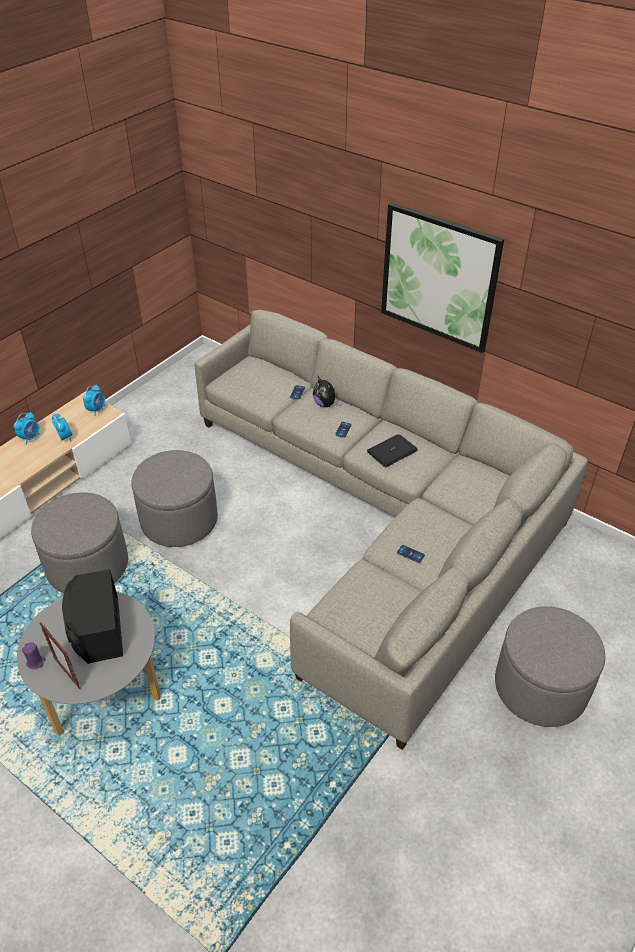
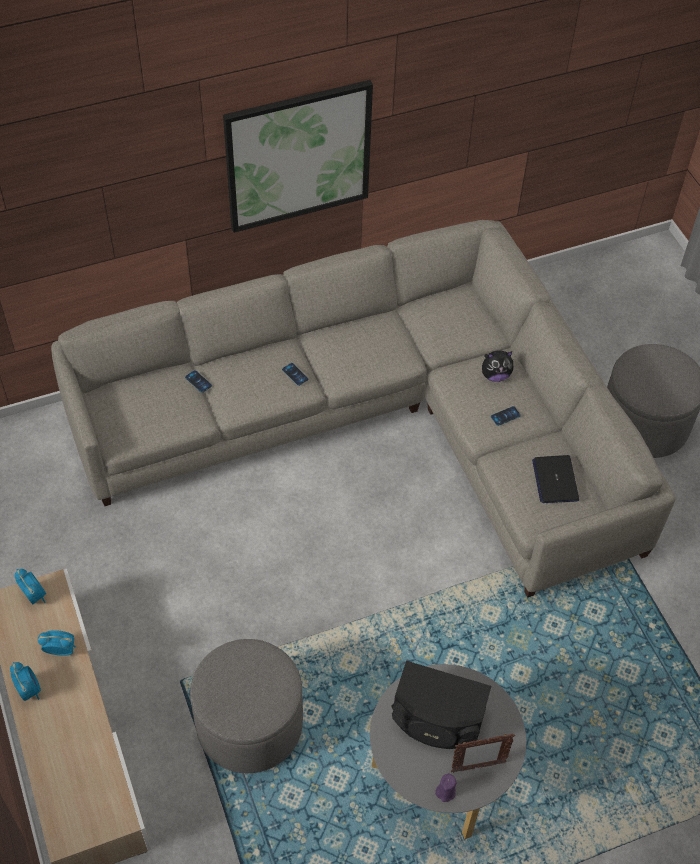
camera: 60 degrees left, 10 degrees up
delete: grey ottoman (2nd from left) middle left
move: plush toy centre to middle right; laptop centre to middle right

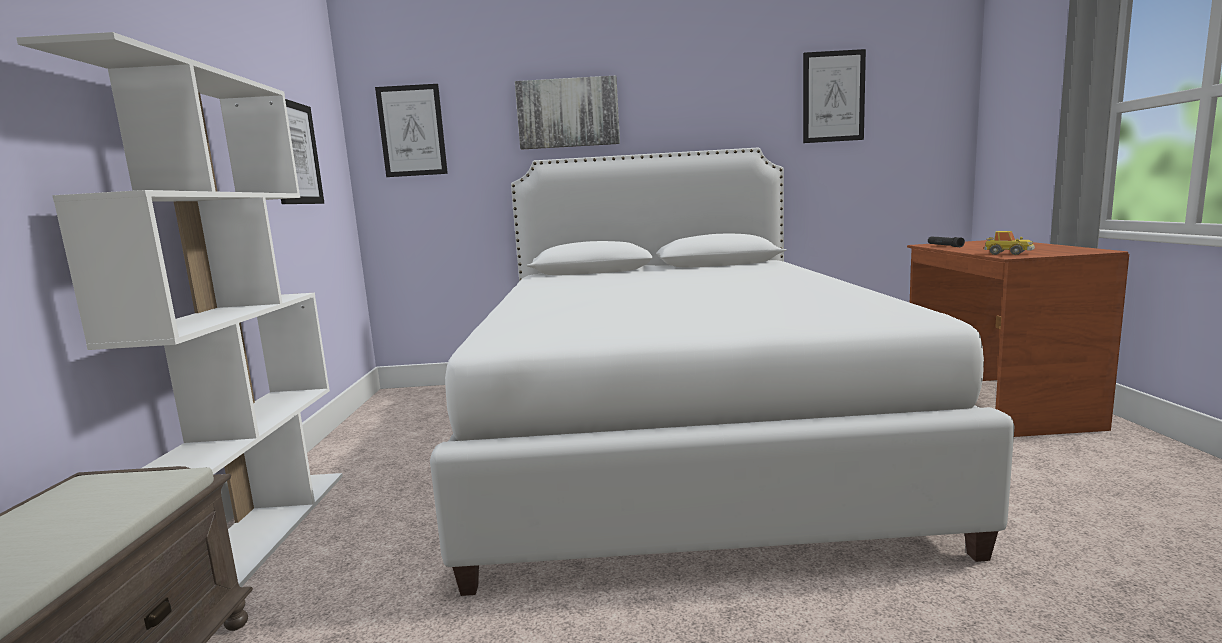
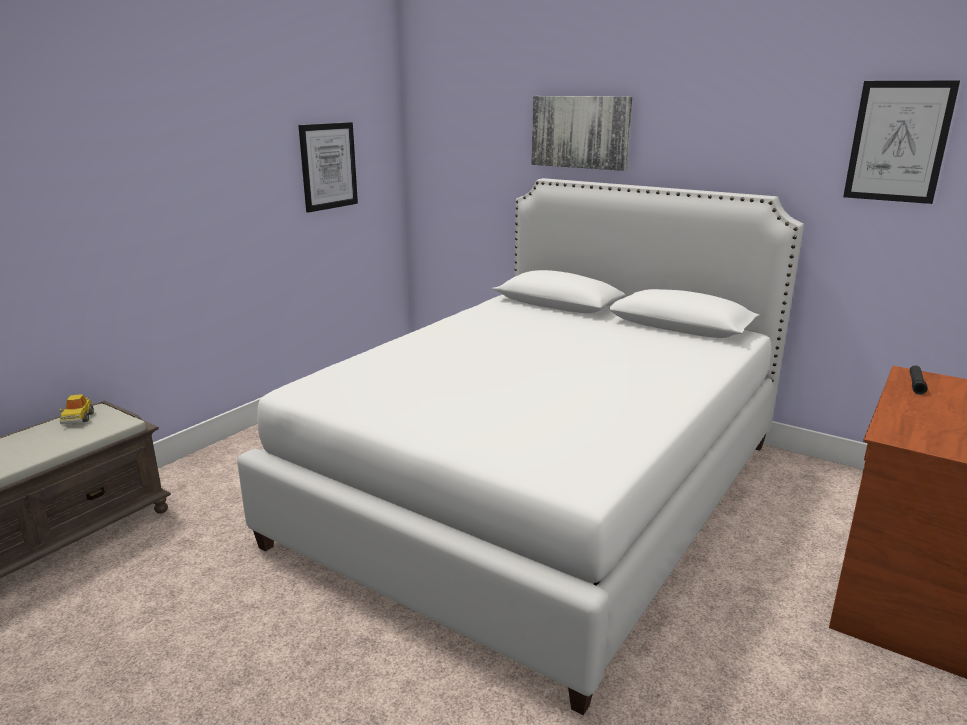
camera: 35 degrees right, 10 degrees up
delete: white bookcase middle left; picture (2nd from left) top centre
move: toy car middle right to middle left

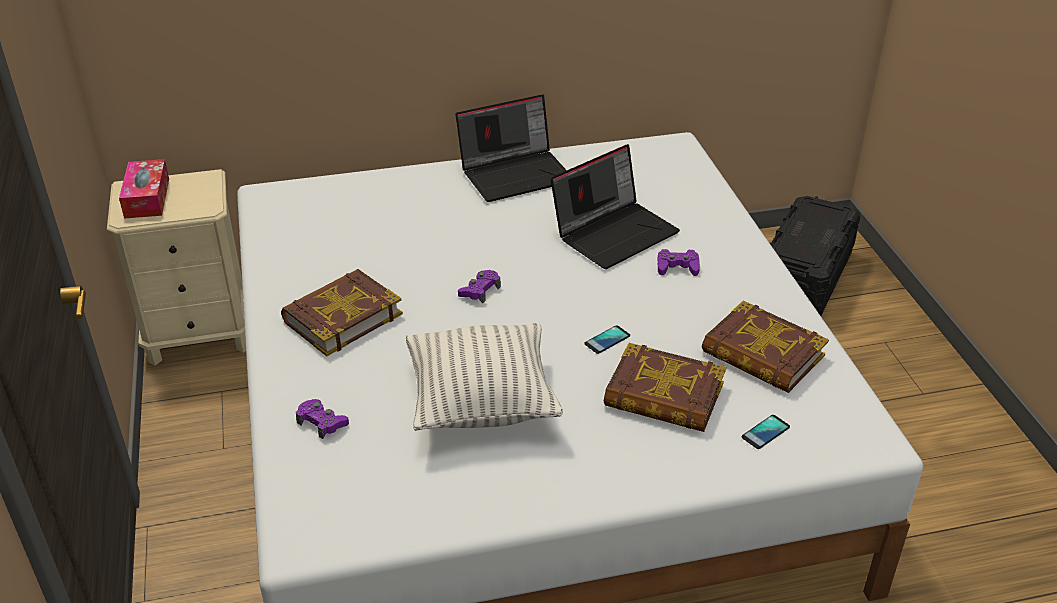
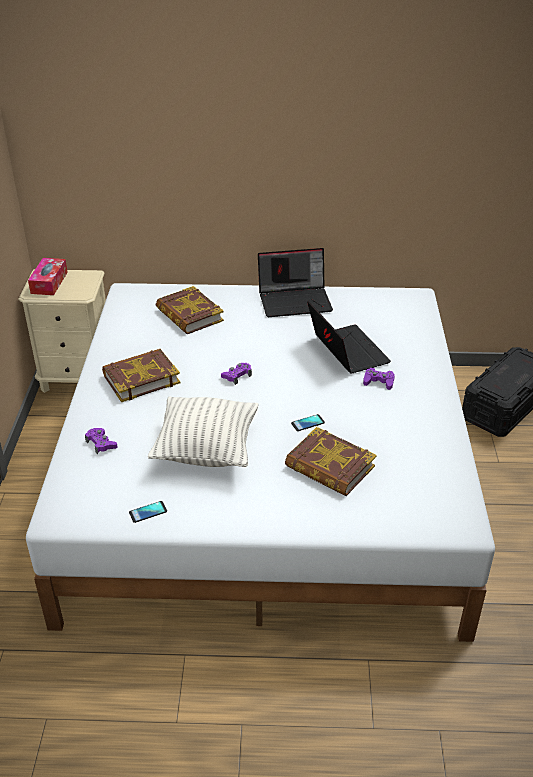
camera: 15 degrees right, 0 degrees up
move: phone (2nd from left in the first image) bottom right to phone (1st from left) middle left; book (3rd from left in the first image) middle right to book (2nd from left) centre
rotate: laptop (2nd from left) centre = centre 90 degrees counterclockwise

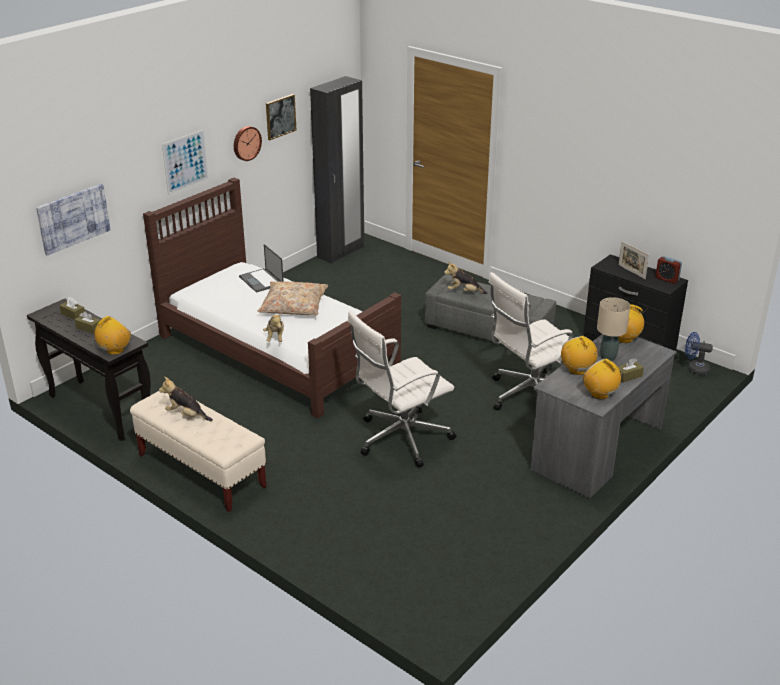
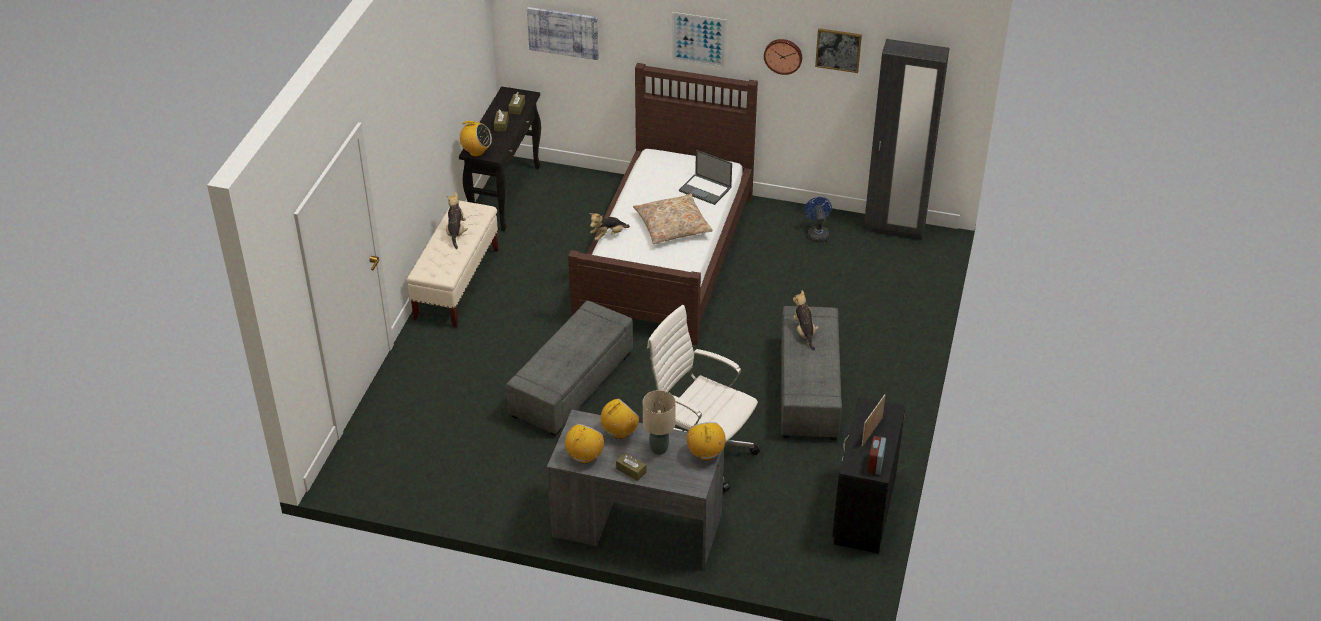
camera: 65 degrees right, 10 degrees up
move: blue fan middle right to centre
replace: white office chair (1st from left) centre to grey ottoman (1st from left) centre
rotate: laptop centre = top centre 90 degrees counterclockwise

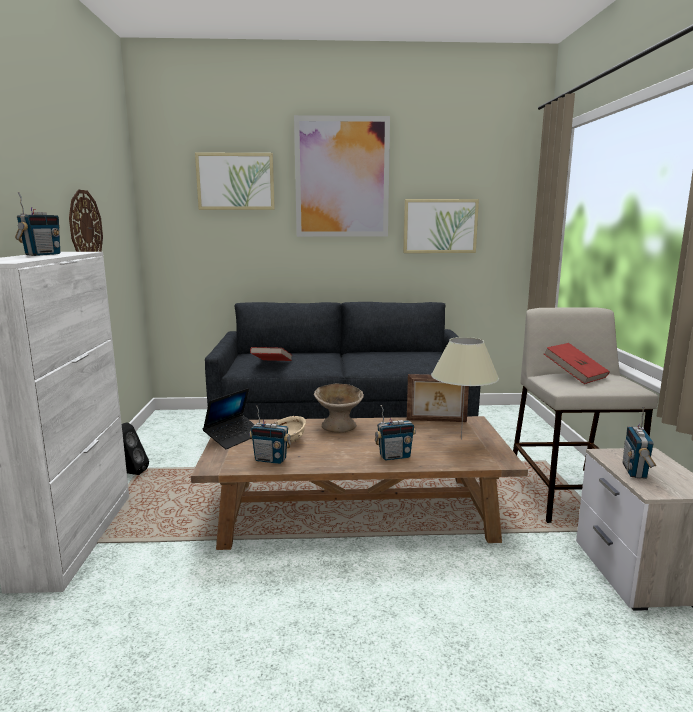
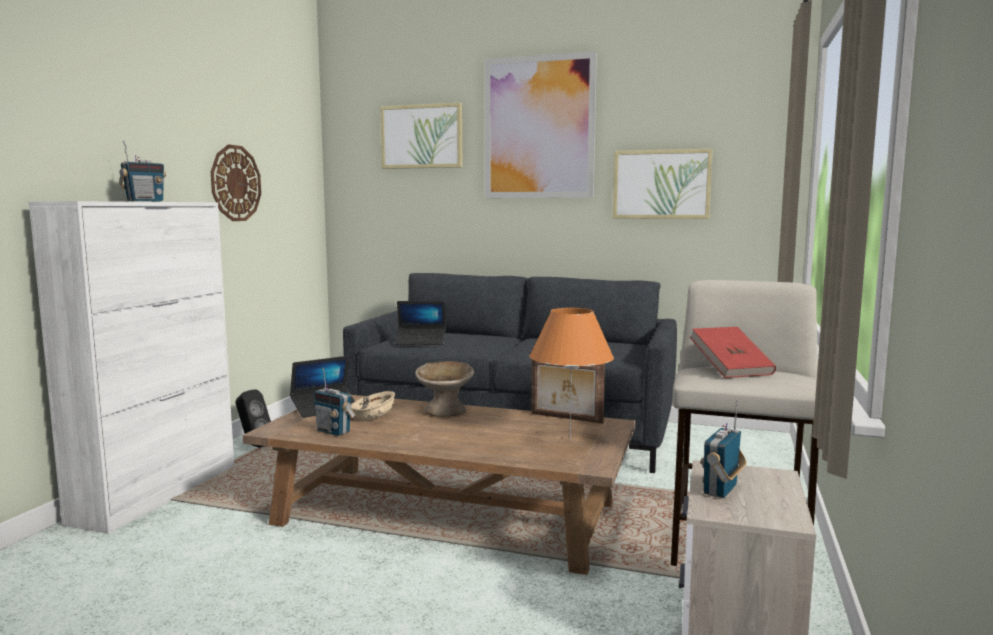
camera: 20 degrees right, 5 degrees down
delete: radio (3rd from left) centre
replace: red book (1st from left) centre to laptop (2nd from left) centre
recolor: beige table lamp middle right to orange table lamp centre

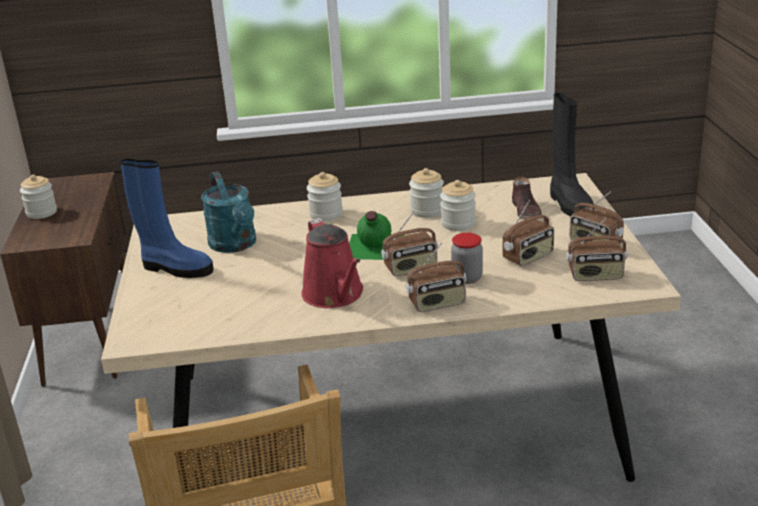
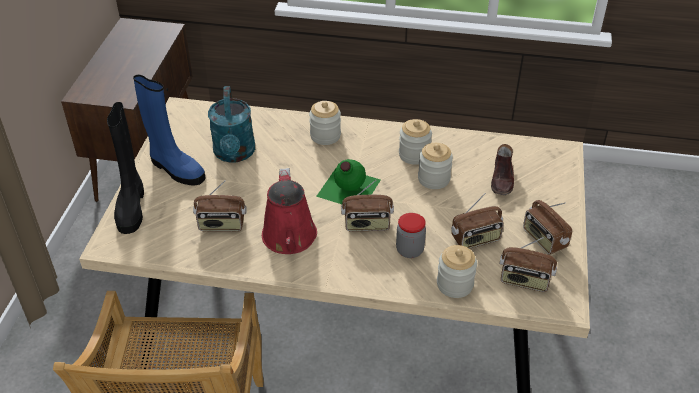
camera: 15 degrees right, 15 degrees up
move: black boot top right to middle left; radio (2nd from left in the first image) centre to radio (1st from left) middle left; jar (1st from left in the first image) middle left to jar (5th from left) bottom centre

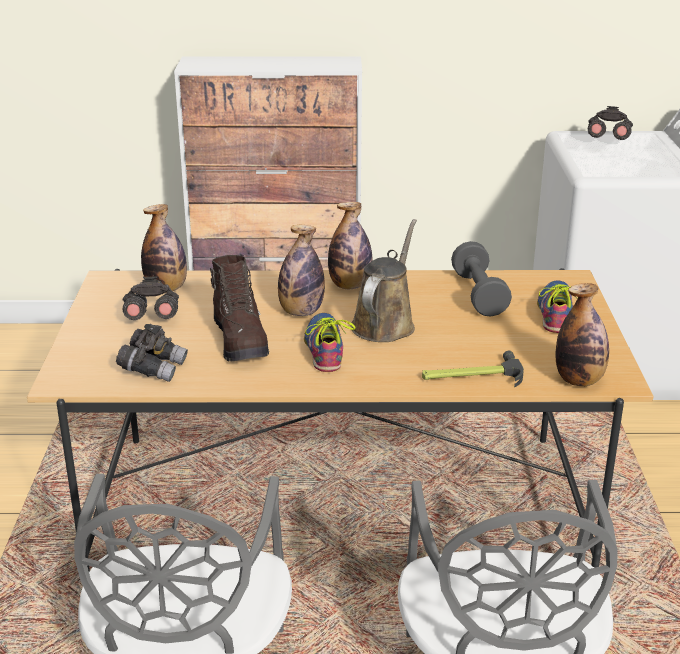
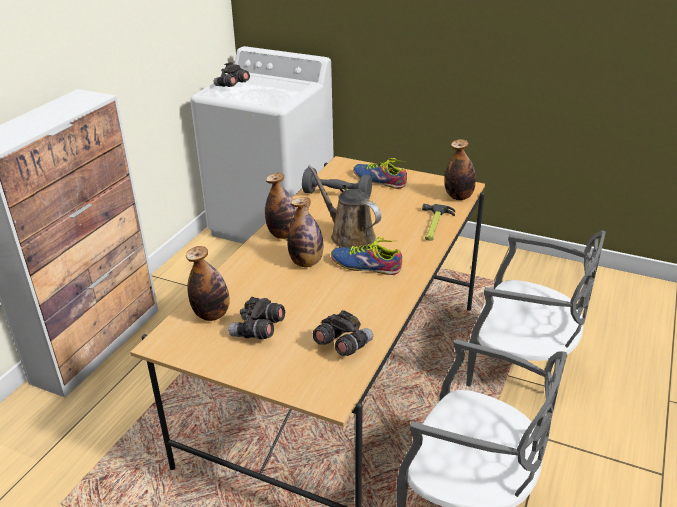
camera: 65 degrees left, 5 degrees up
delete: brown boot centre

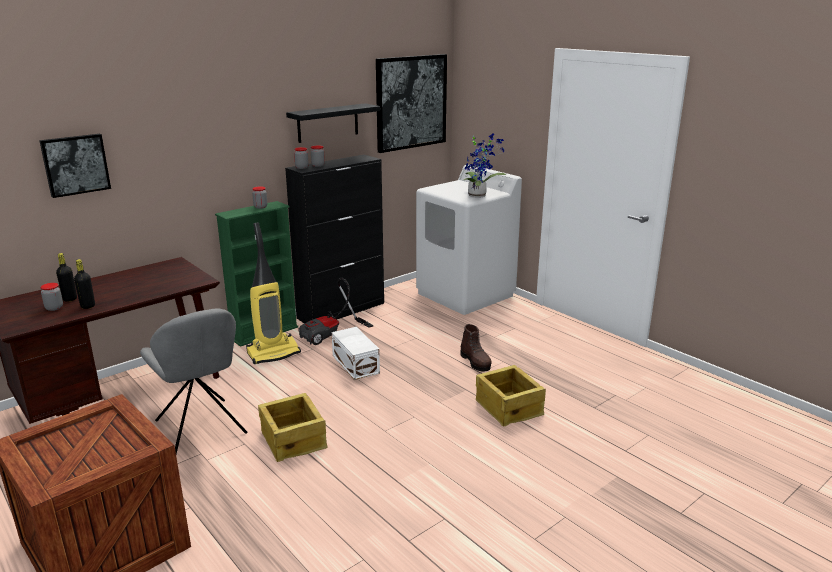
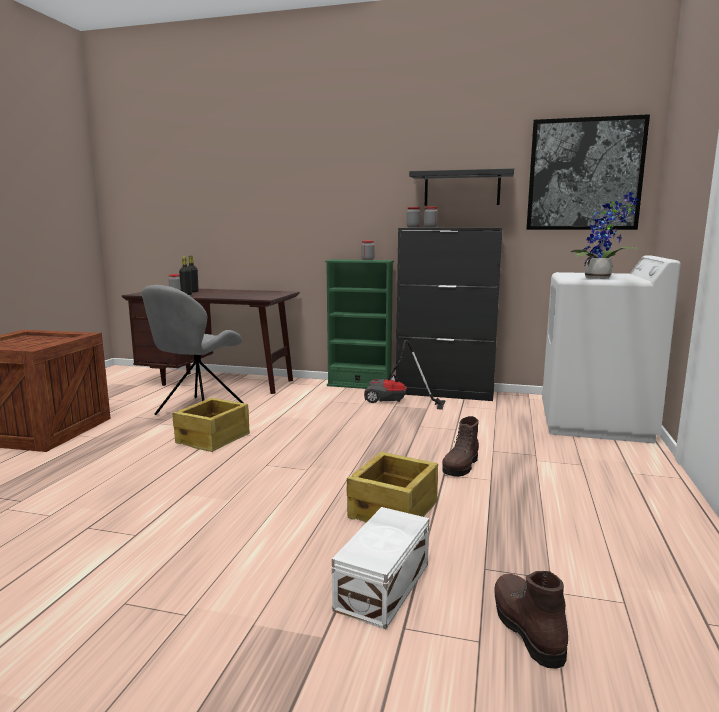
camera: 55 degrees right, 10 degrees down
delete: picture (1st from left) top left; vacuum cleaner (1st from left) middle left
insert: brown boot (2nd from left) bottom right
move: white storage box centre to bottom centre

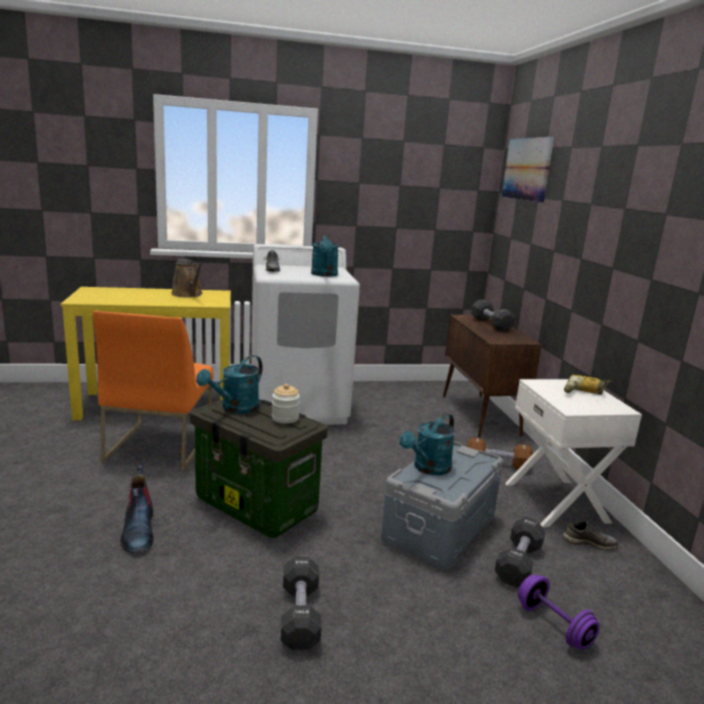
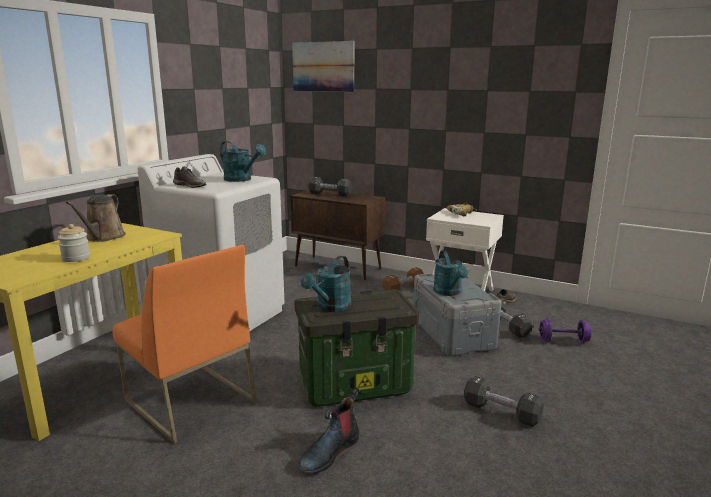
camera: 50 degrees left, 0 degrees up
move: jar centre to middle left
rotate: brown watering can middle left = middle left 90 degrees clockwise; boot bottom left = bottom centre 105 degrees clockwise; turquoise watering can (1st from left in the first image) middle left = centre 45 degrees clockwise

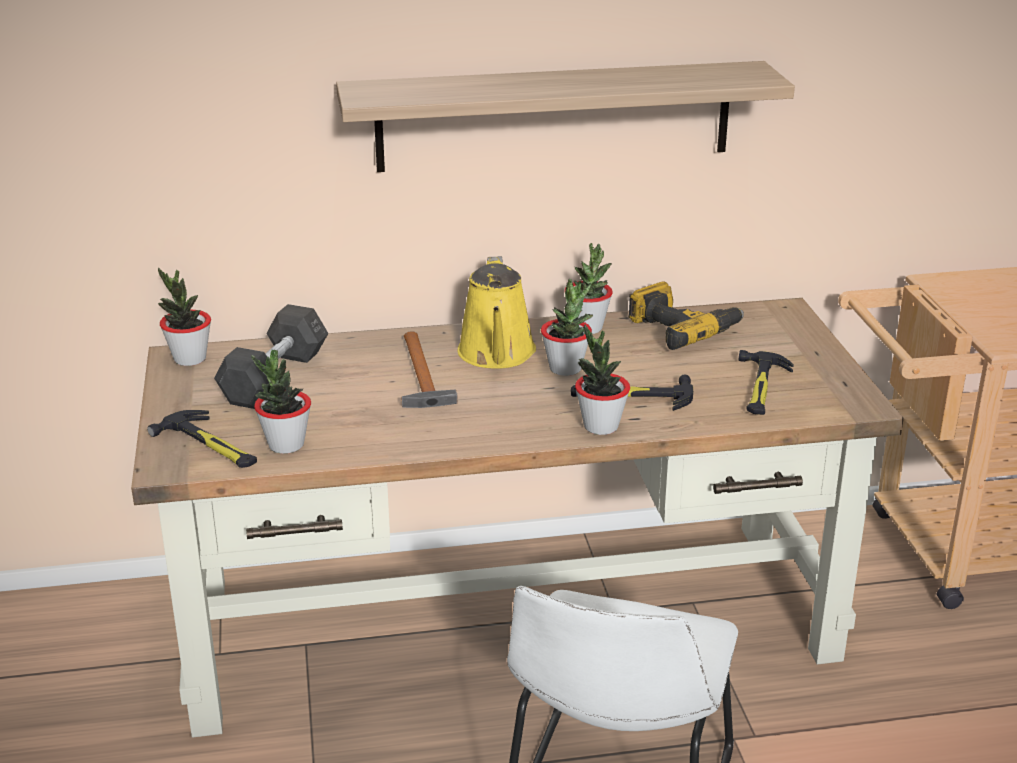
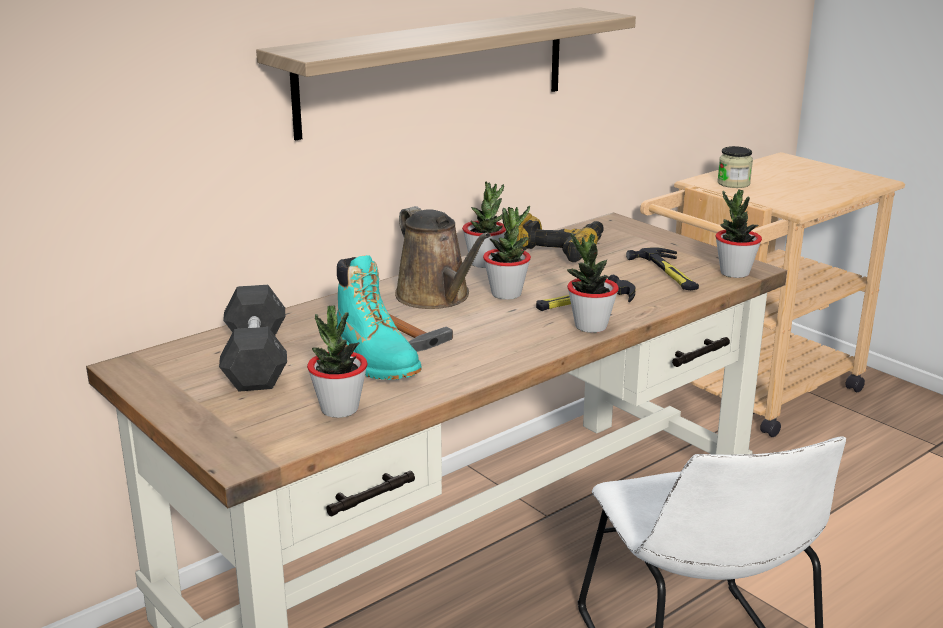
camera: 30 degrees left, 5 degrees down
delete: hammer (1st from left) middle left
insert: turquoise boot centre; jar top right
move: potted plant (1st from left in the first image) middle left to potted plant (5th from left) middle right
recolor: yellow watering can centre to brown watering can centre

